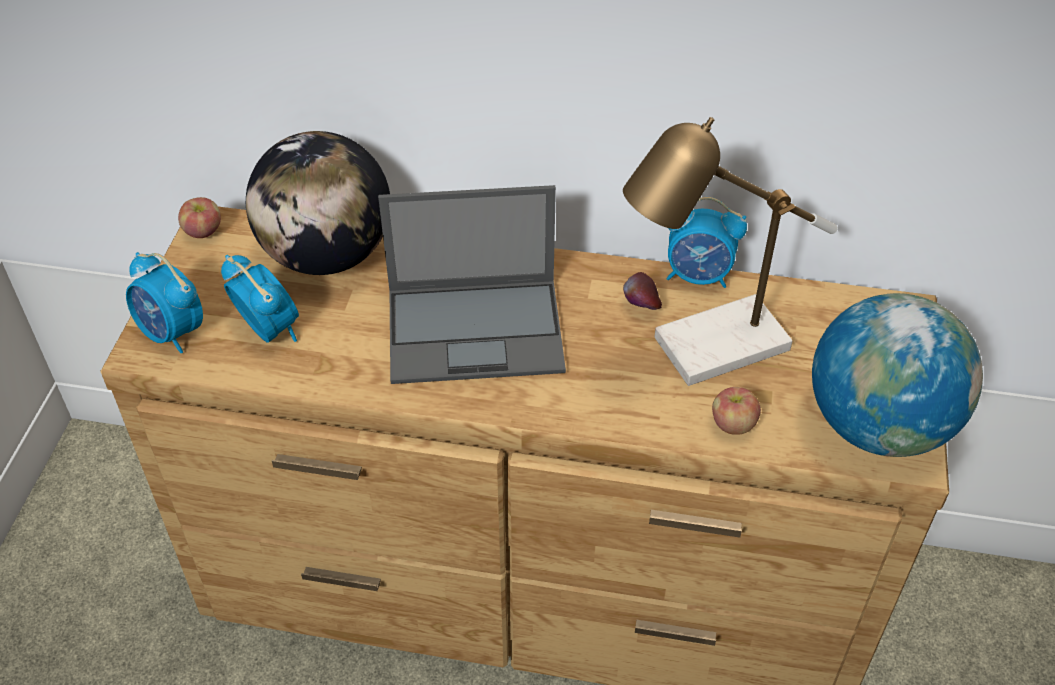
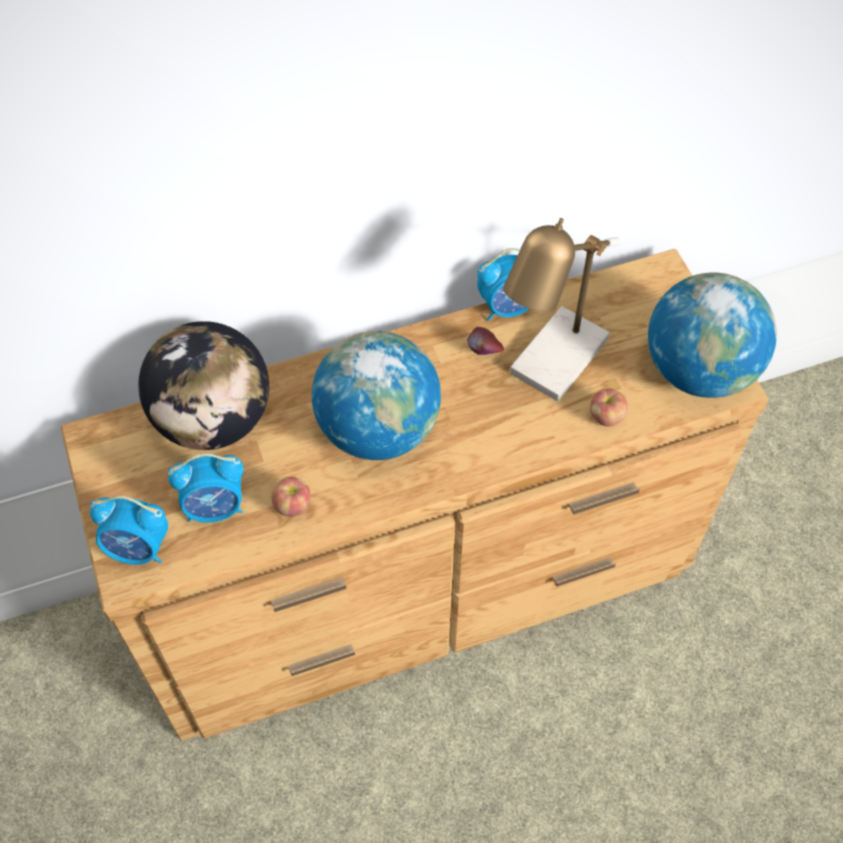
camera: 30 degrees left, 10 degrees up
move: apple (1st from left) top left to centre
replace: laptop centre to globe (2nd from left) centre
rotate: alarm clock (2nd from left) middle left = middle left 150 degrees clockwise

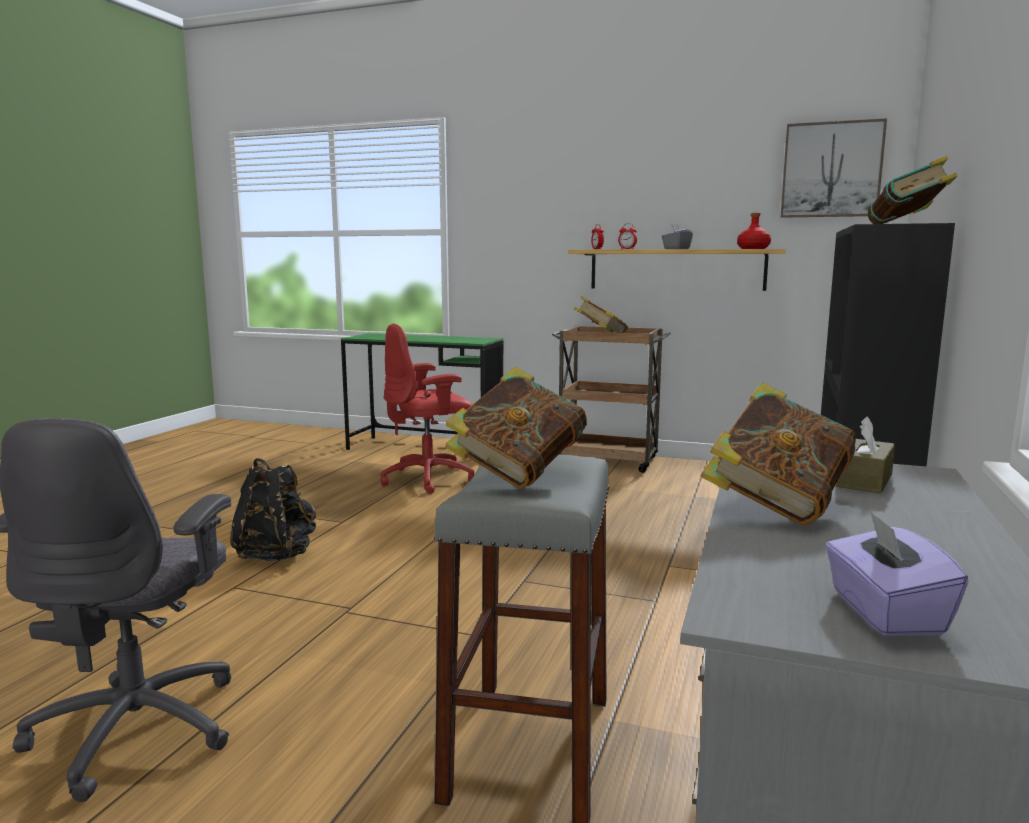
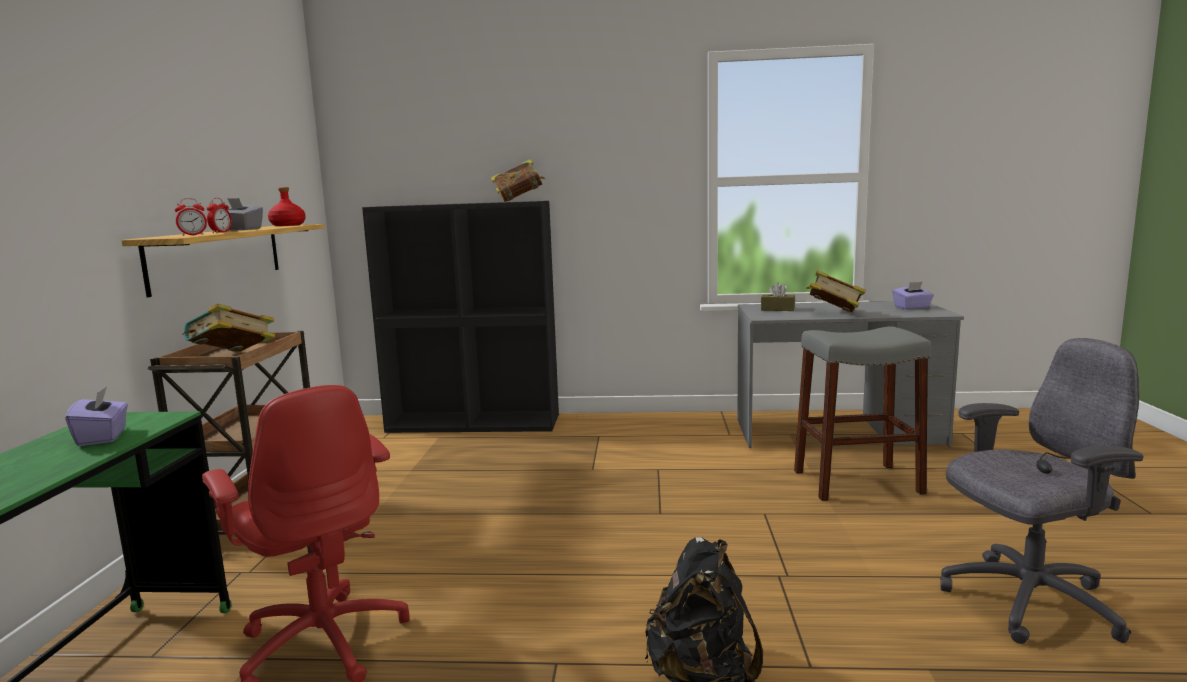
camera: 105 degrees left, 0 degrees up
delete: book (1st from left) centre; picture top right
insert: purple tissue box (1st from left) middle left

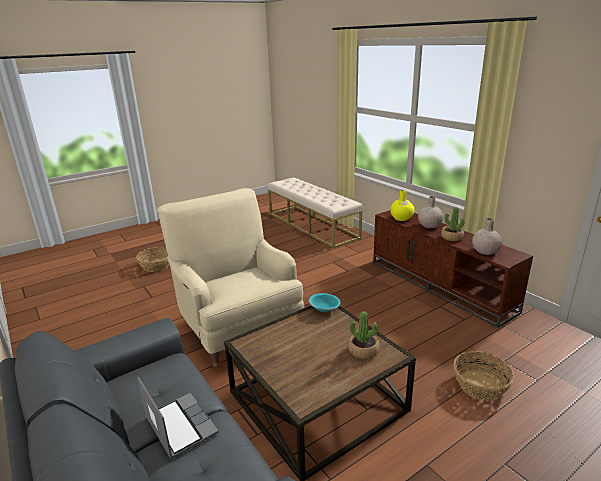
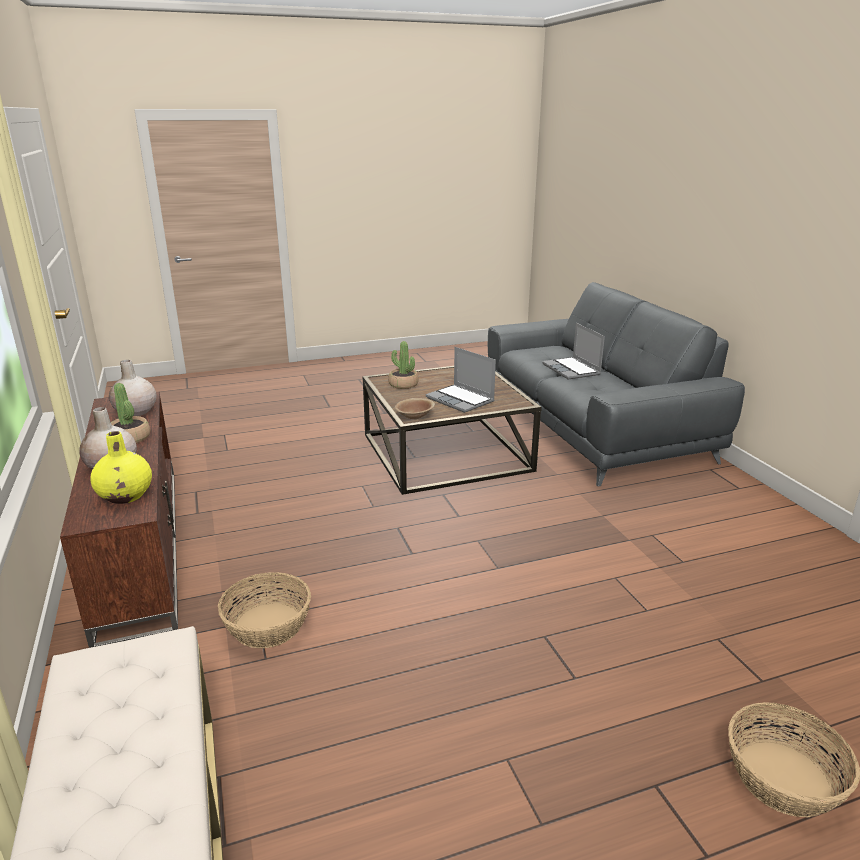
camera: 165 degrees left, 0 degrees up
delete: beige armchair centre
insert: laptop (1st from left) centre
move: basket (2nd from left in the first image) bottom right to basket (1st from left) bottom left
recolor: turquoise bowl centre to brown bowl centre

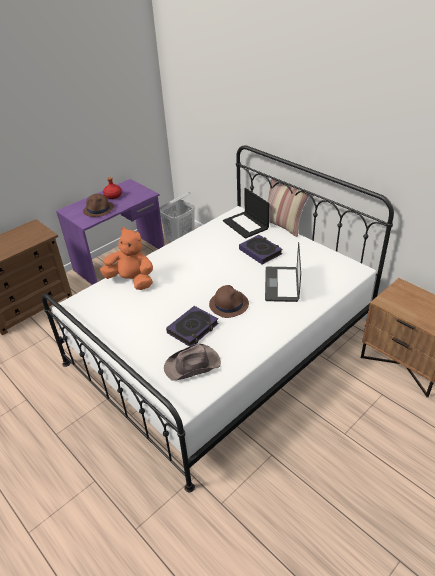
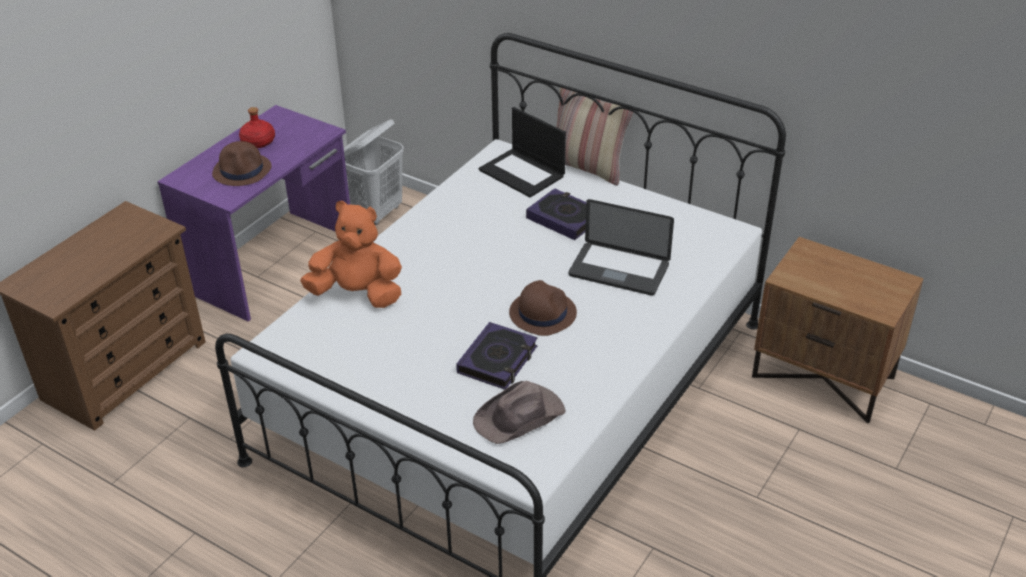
camera: 15 degrees left, 0 degrees up
rotate: laptop (2nd from left) centre = centre 60 degrees counterclockwise

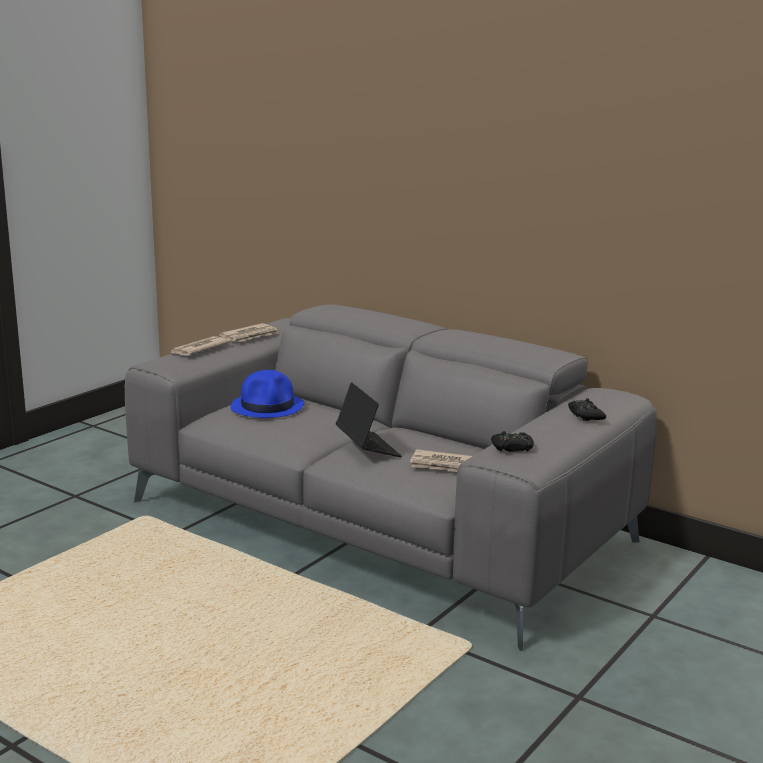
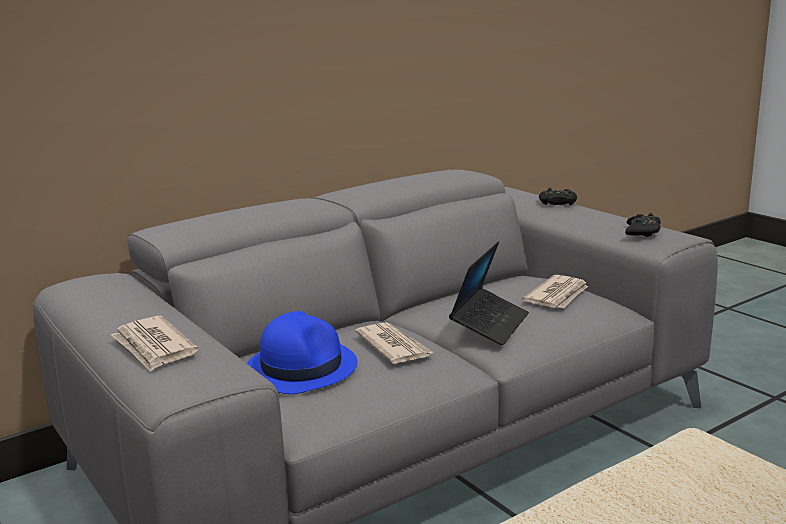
camera: 70 degrees left, 0 degrees up
move: newspaper (2nd from left) middle left to centre
rotate: laptop centre = centre 120 degrees clockwise

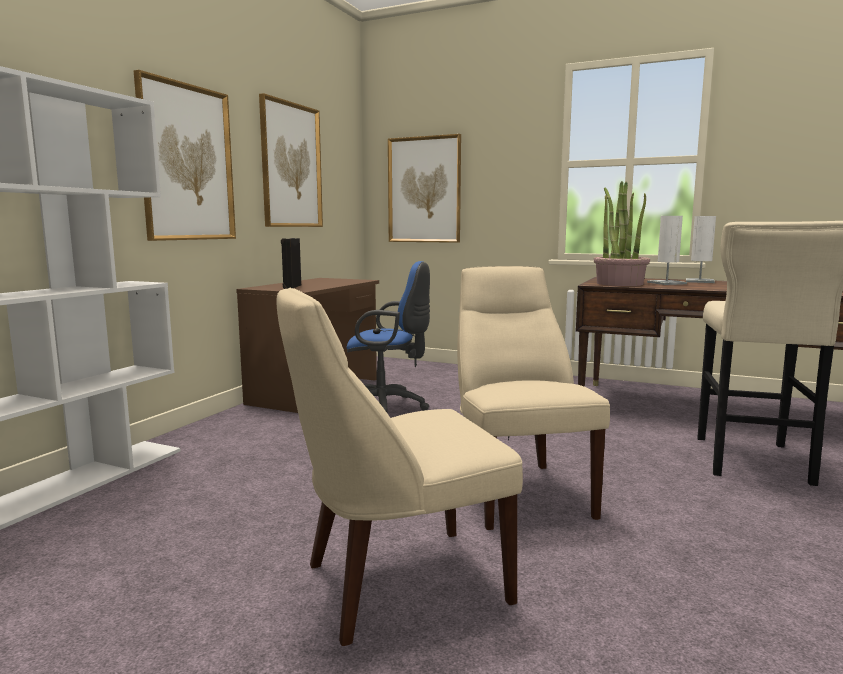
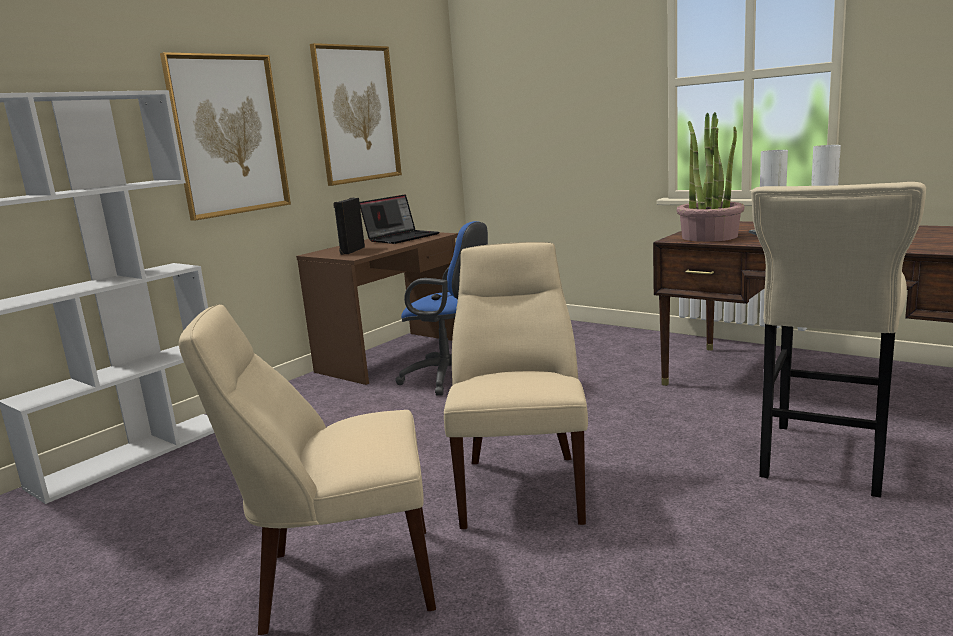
camera: 15 degrees right, 5 degrees up
delete: picture (3rd from left) top centre
insert: laptop centre

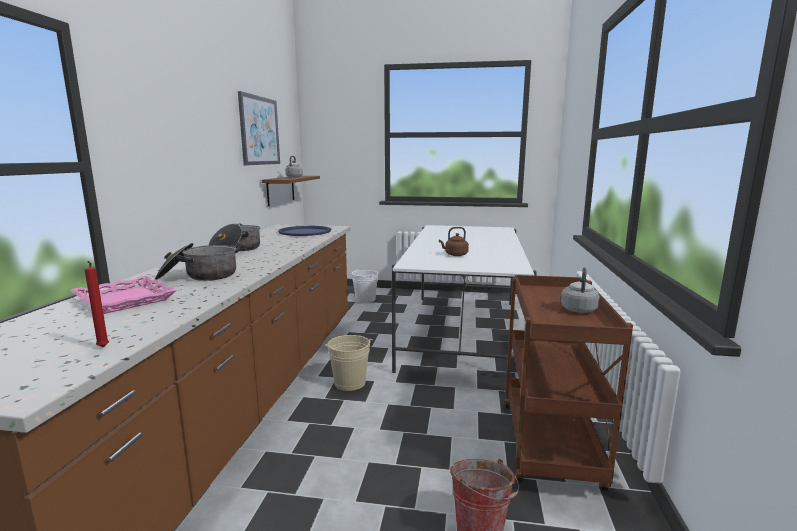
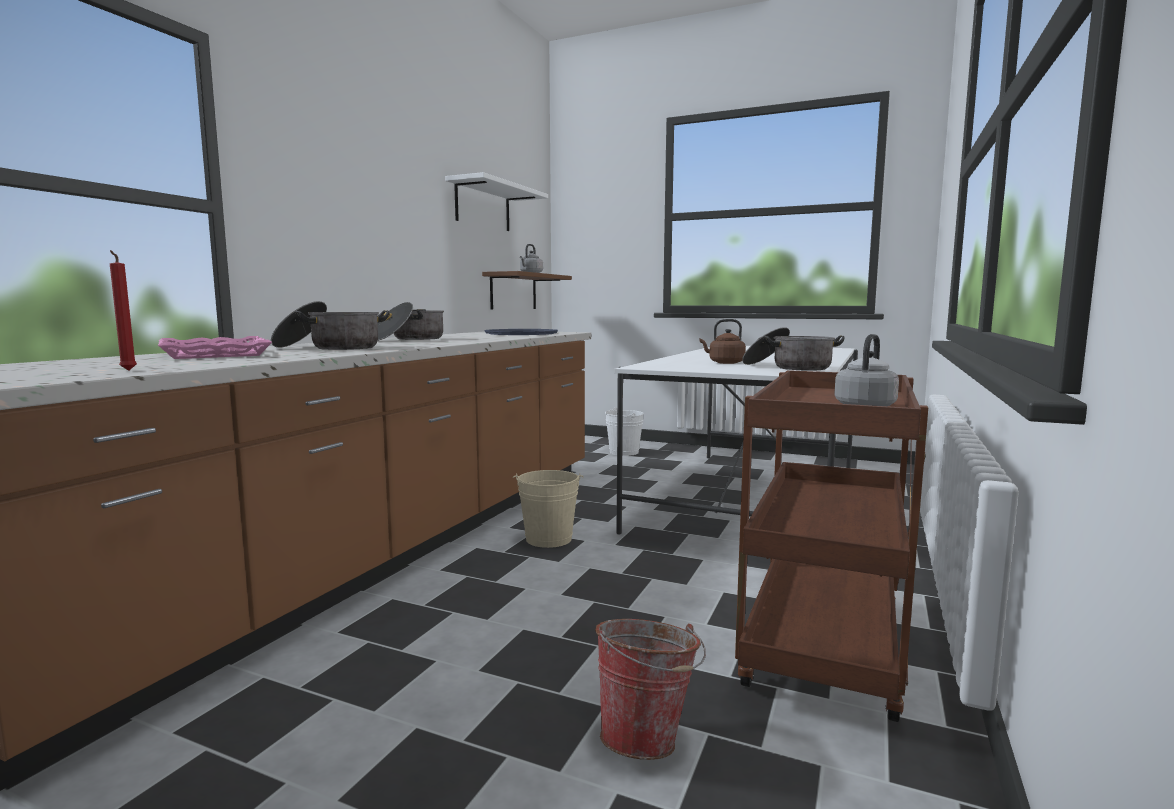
camera: 15 degrees right, 5 degrees down
insert: cooking pot (3rd from left) middle right
replace: picture top left to white shelf top centre

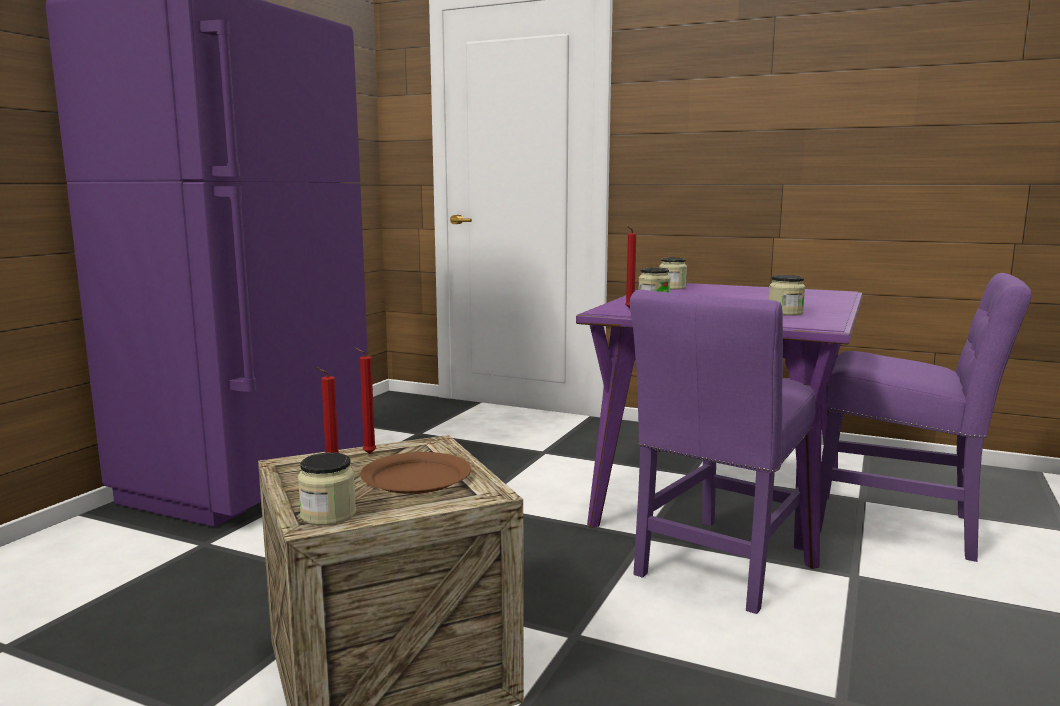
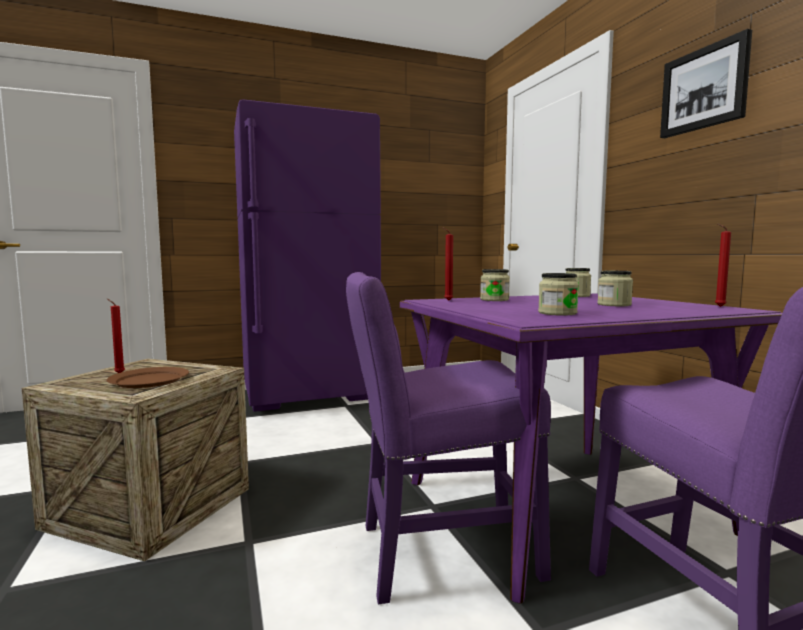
camera: 45 degrees right, 5 degrees down
insert: picture top right
move: jar (1st from left in the first image) bottom left to jar (4th from left) middle right; red candle (2nd from left in the first image) centre to red candle (3rd from left) middle right

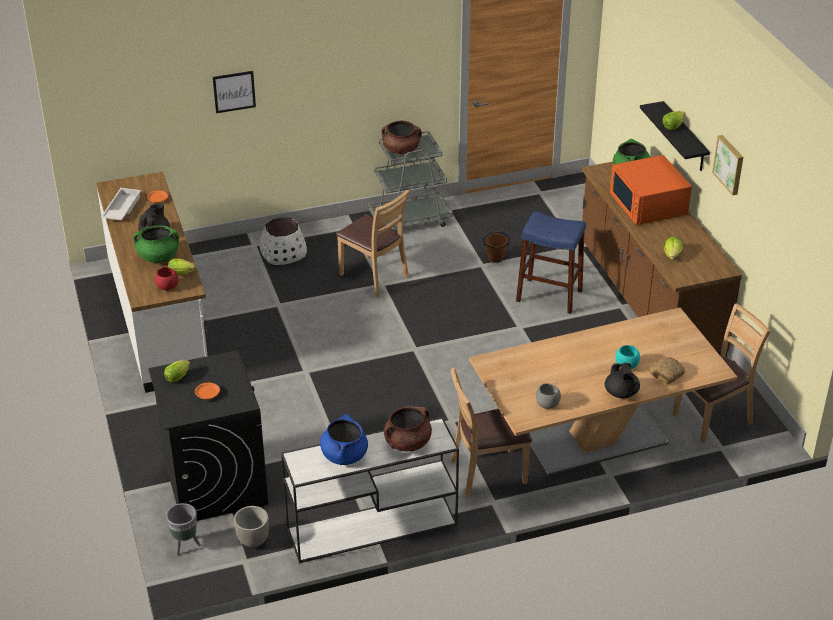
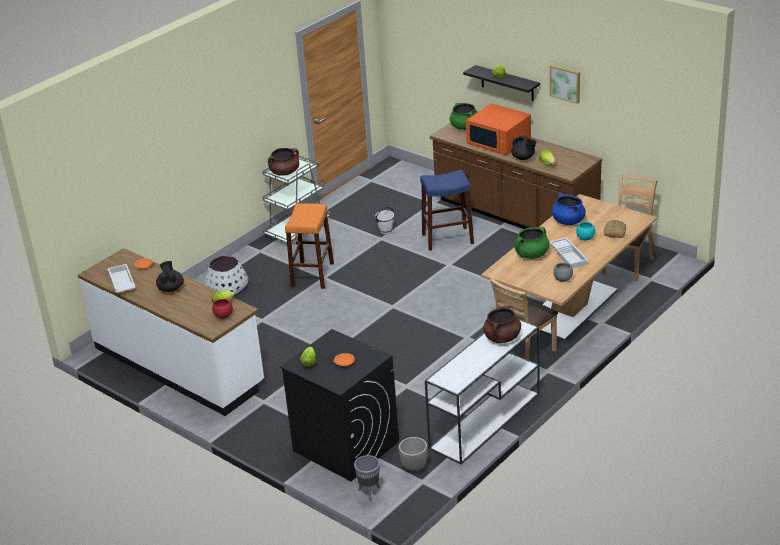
camera: 30 degrees left, 5 degrees down
delete: picture (1st from left) top left
insert: white tray (2nd from left) middle right
move: black teapot (2nd from left) middle right to top right; green cooking pot (1st from left in the first image) middle left to green cooking pot (2nd from left) middle right; blue cooking pot bottom centre to middle right
replace: brown chair (1st from left) centre to orange stool centre
recolor: brown bucket centre to white bucket centre

